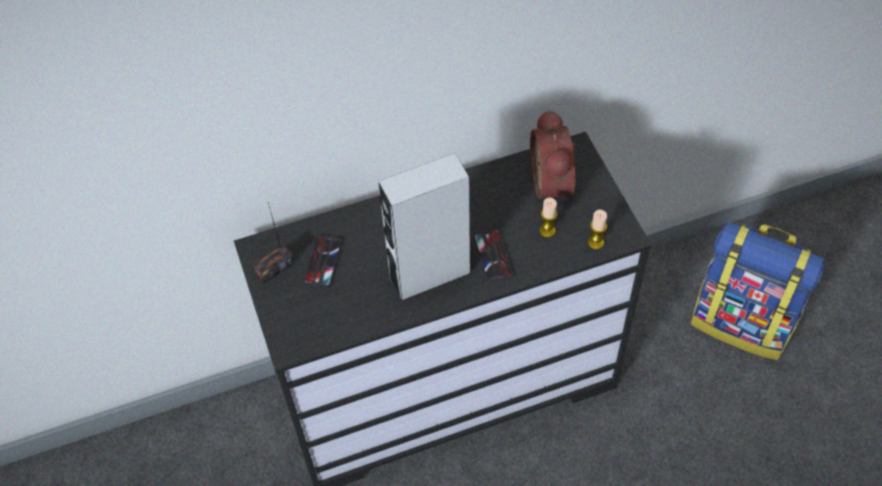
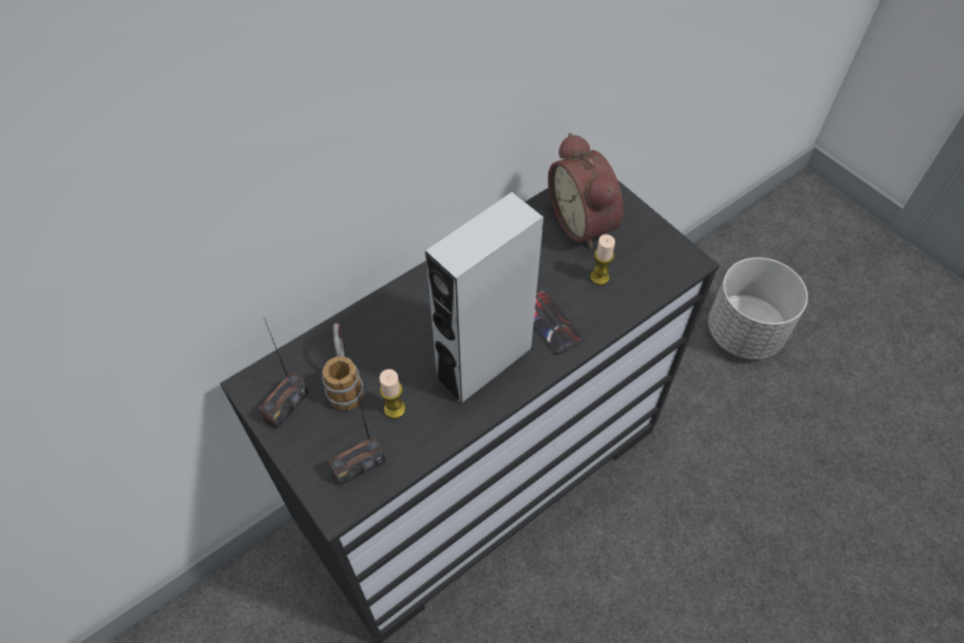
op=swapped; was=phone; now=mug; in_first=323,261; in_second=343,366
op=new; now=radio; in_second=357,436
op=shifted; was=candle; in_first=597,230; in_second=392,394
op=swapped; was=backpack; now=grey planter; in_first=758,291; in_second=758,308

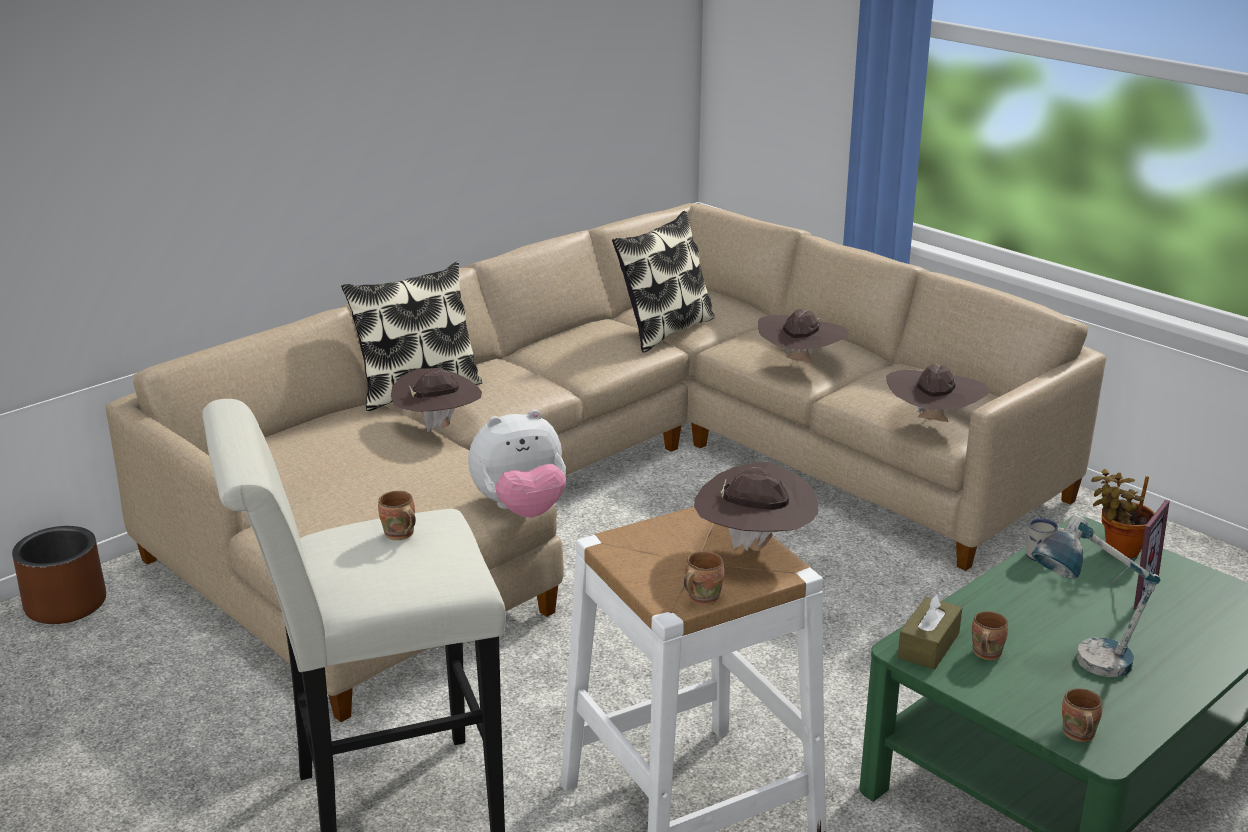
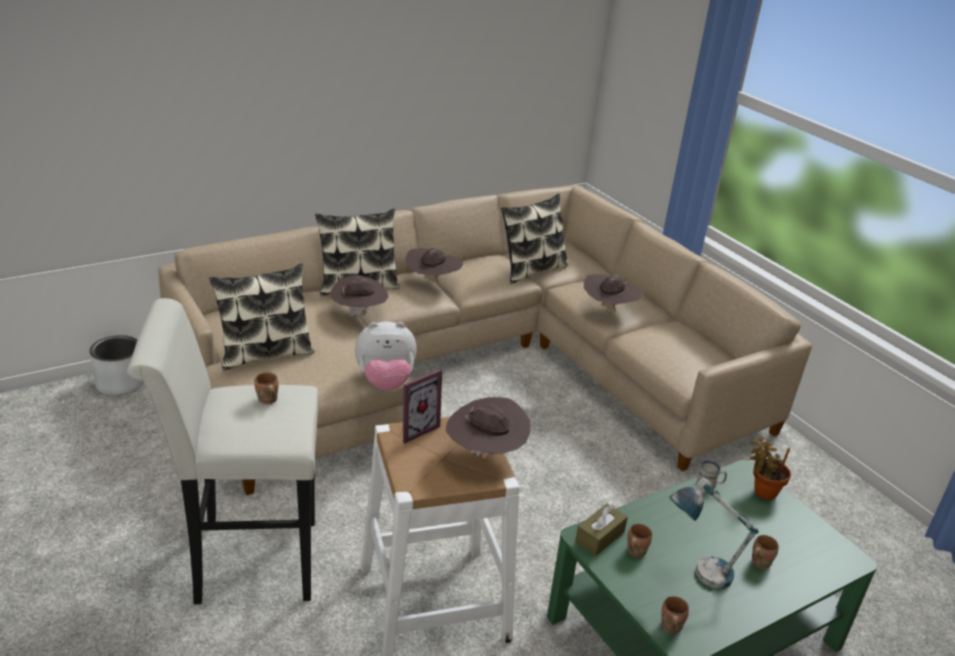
op=repainted; was=brown planter; now=grey planter; in_first=59,575; in_second=117,365
op=new; now=pillow; in_second=261,316
op=shifted; was=picture frame; in_first=1141,555; in_second=422,406
op=shifted; was=brown hat; in_first=938,393; in_second=434,265
op=shifted; was=brown mug; in_first=704,578; in_second=765,552

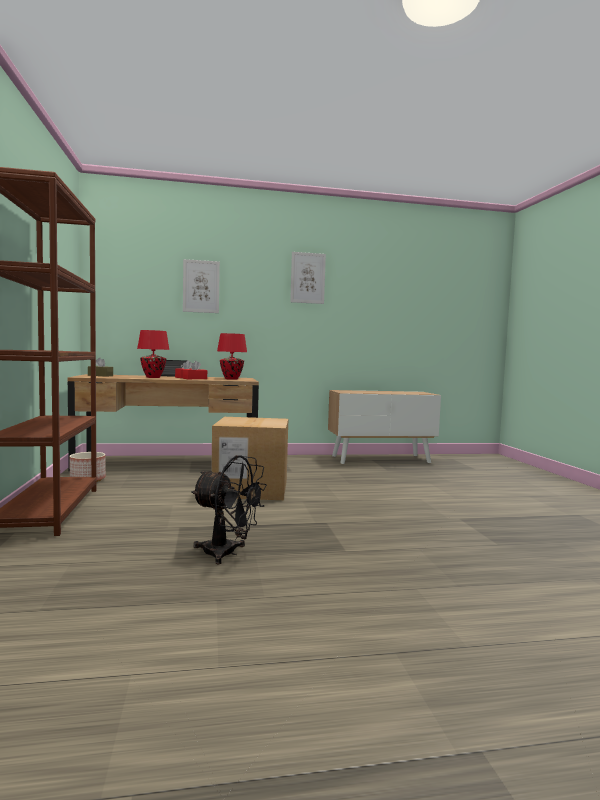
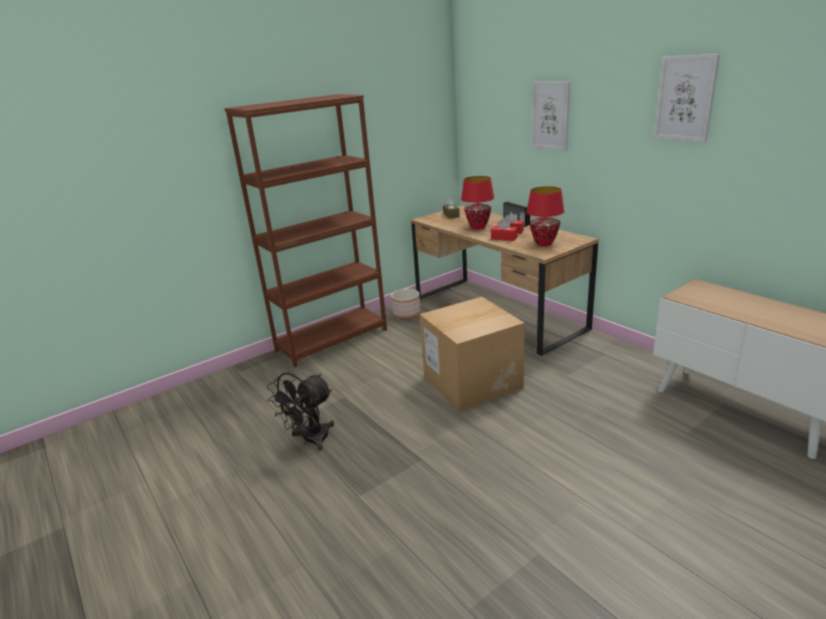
op=rotated; was=black fan; in_first=229,509; in_second=300,411; clockwise=45

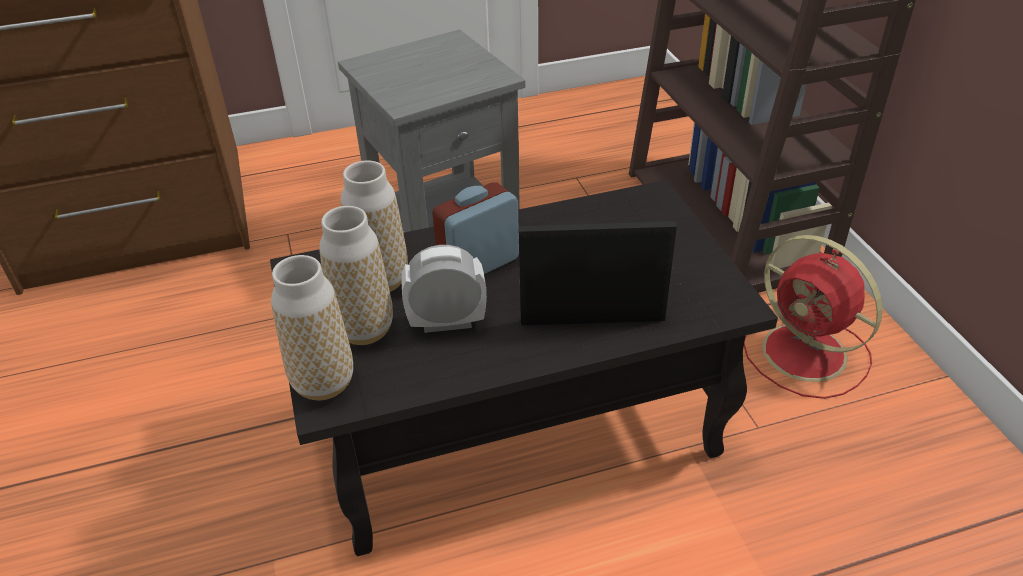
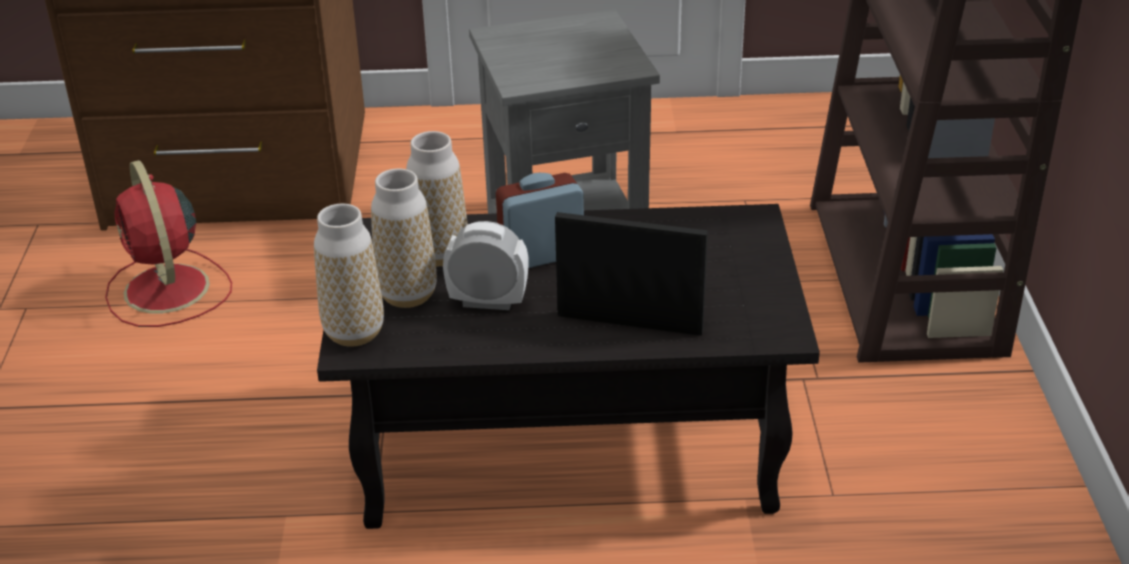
op=shifted; was=red fan; in_first=813,317; in_second=168,243

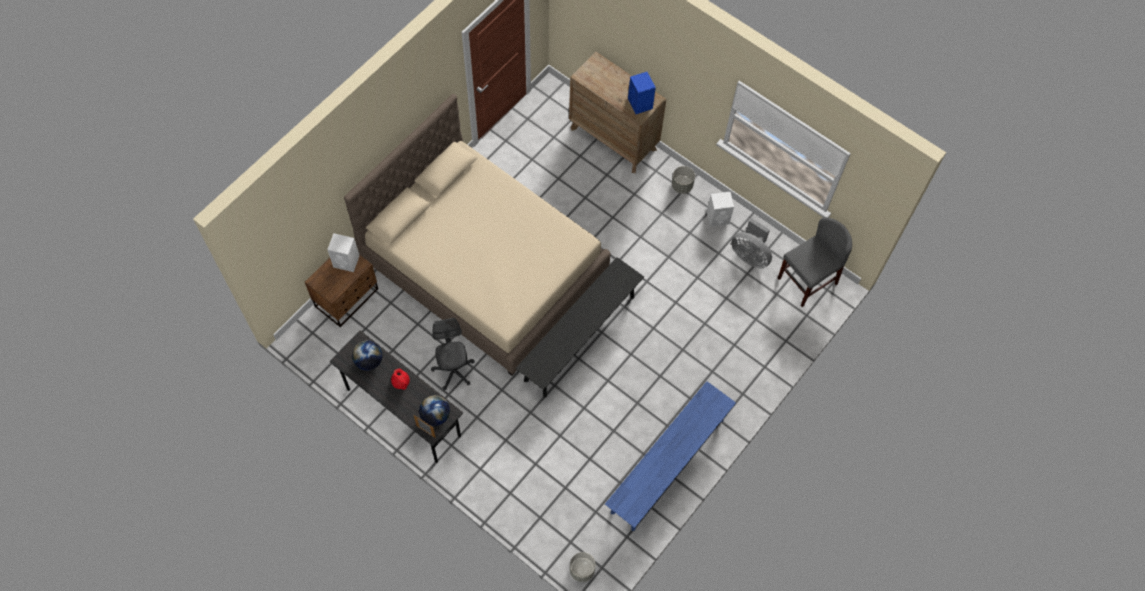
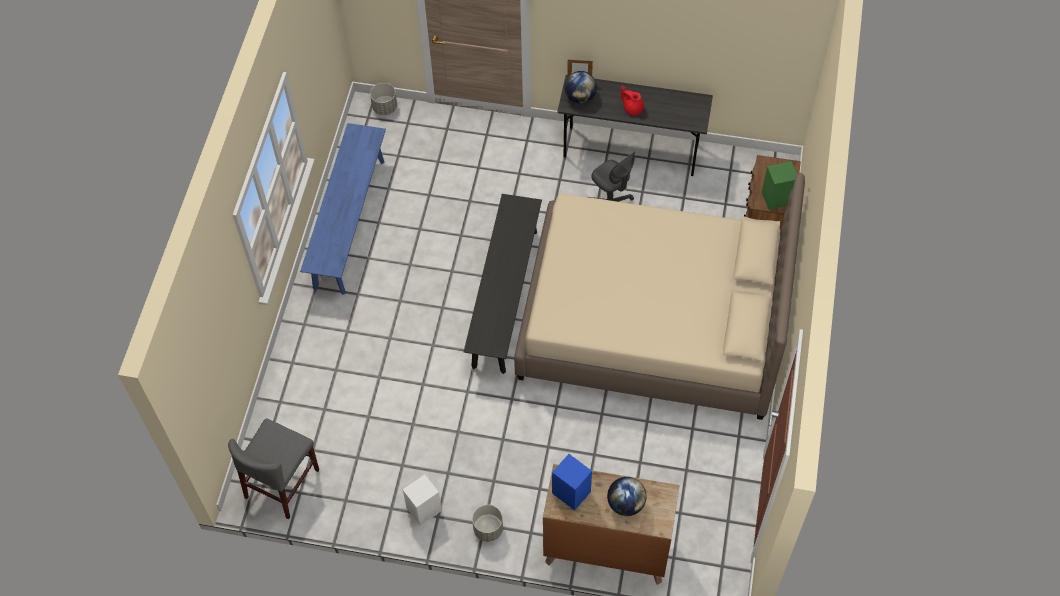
op=shifted; was=globe; in_first=367,355; in_second=627,496
op=repainted; was=white speaker; now=green speaker; in_first=343,252; in_second=779,185
op=gone; was=grey fan; in_first=751,243

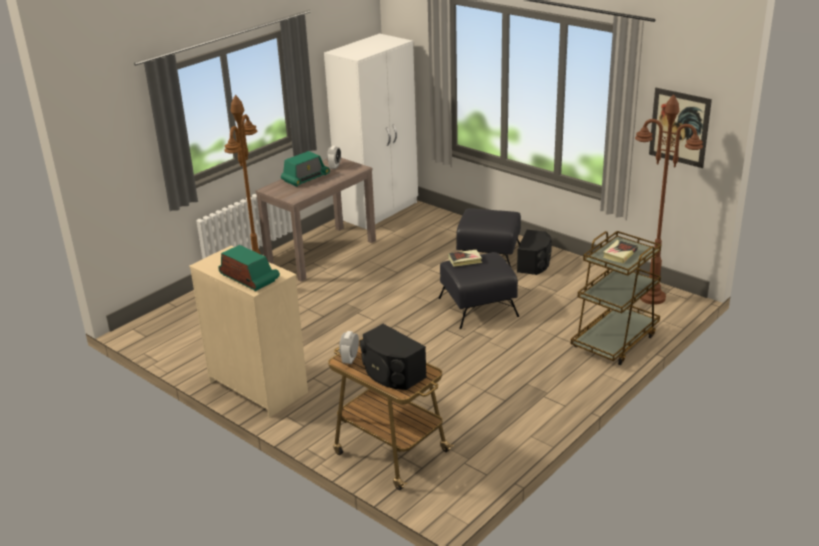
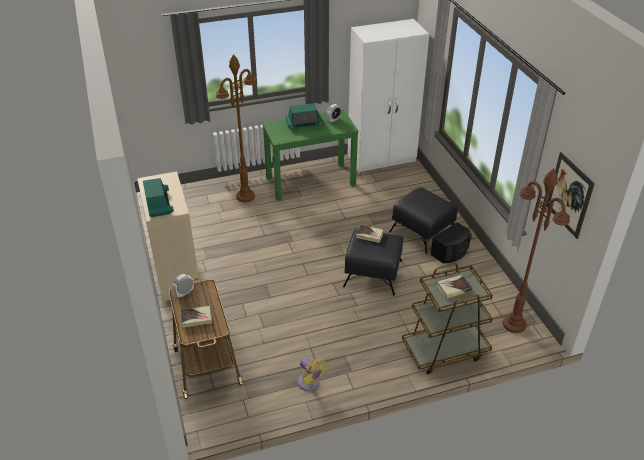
op=swapped; was=black speaker; now=book; in_first=393,357; in_second=196,317
op=repainted; was=brown console table; now=green console table; in_first=315,220; in_second=310,155
op=new; now=yellow fan; in_second=312,374

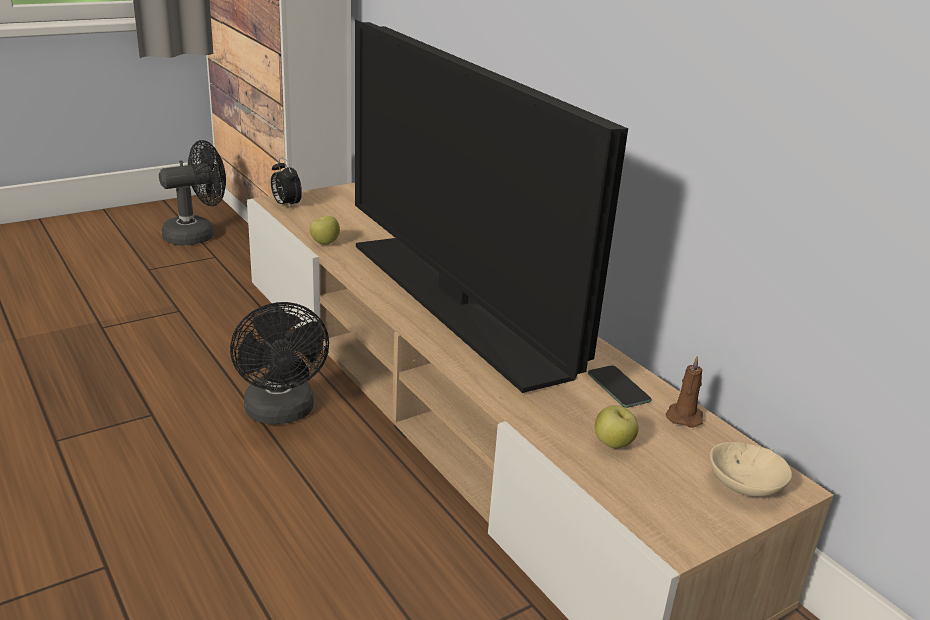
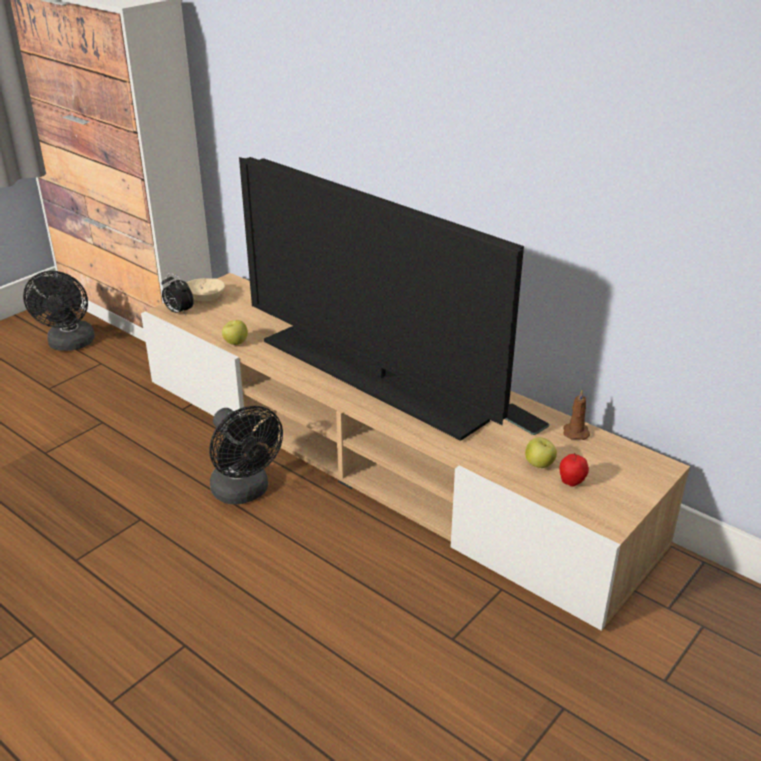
op=rotated; was=black fan; in_first=192,192; in_second=59,311; clockwise=135
op=shifted; was=beige bowl; in_first=751,469; in_second=206,289
op=new; now=apple; in_second=574,470

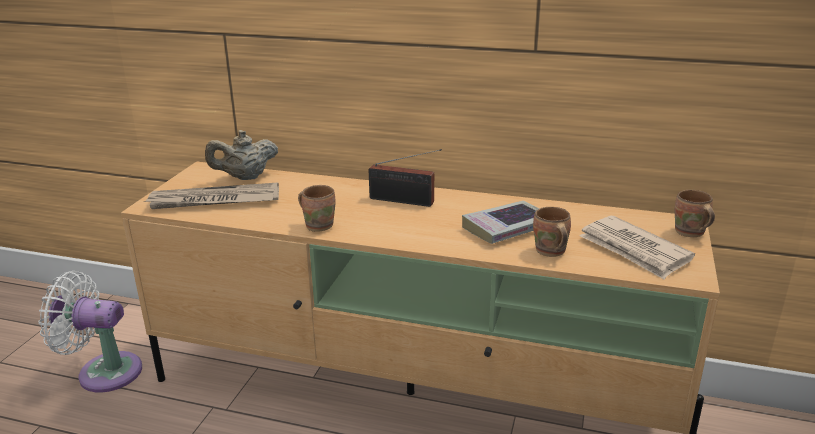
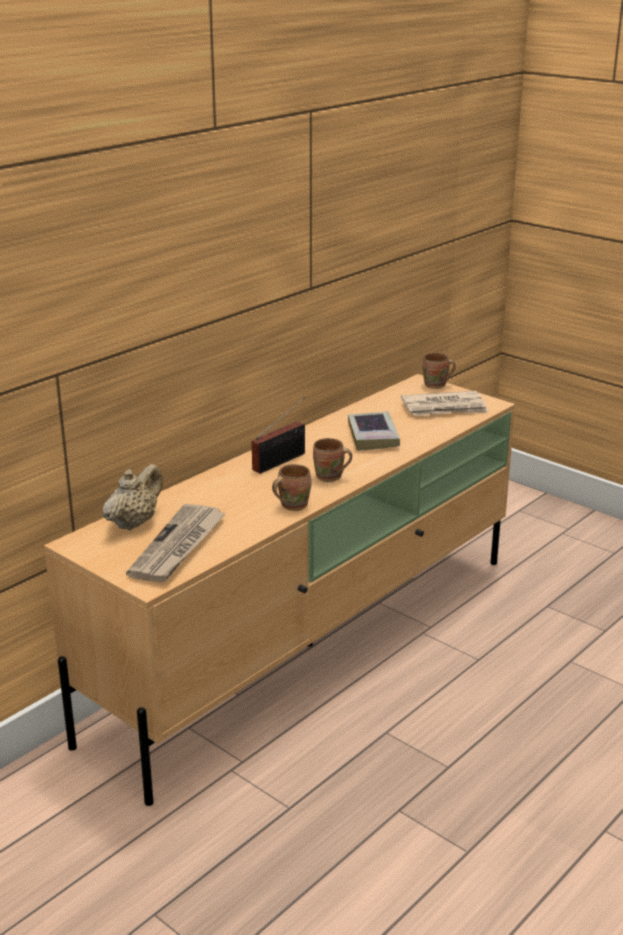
op=rotated; was=beige teapot; in_first=241,155; in_second=133,497; clockwise=-150
op=shifted; was=brown mug; in_first=552,232; in_second=332,460
op=gone; was=white fan; in_first=90,331

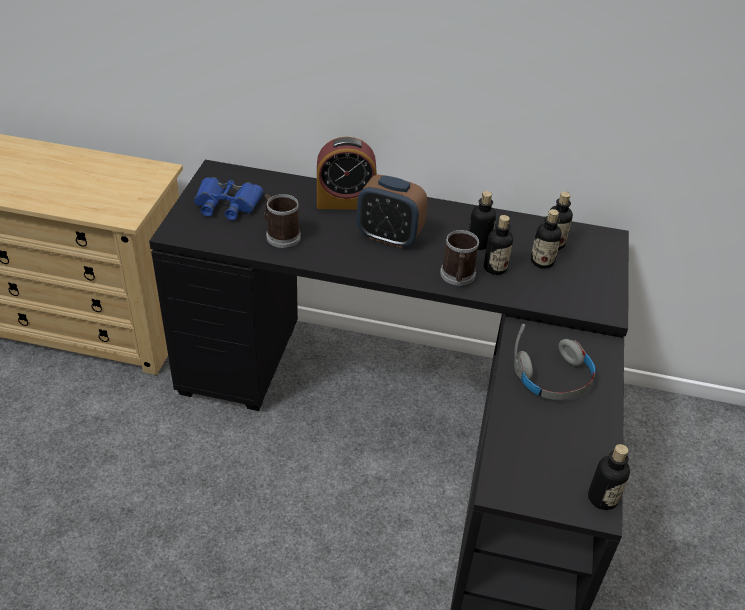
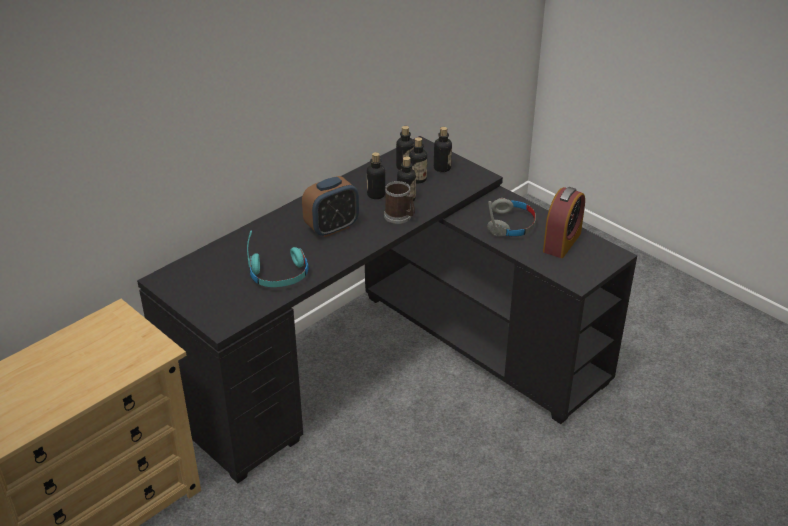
op=swapped; was=mug; now=turquoise headphones; in_first=282,221; in_second=277,258
op=shifted; was=bottle; in_first=609,477; in_second=443,149
op=shifted; was=alarm clock; in_first=347,173; in_second=564,222
op=gone; was=blue binoculars; in_first=229,198

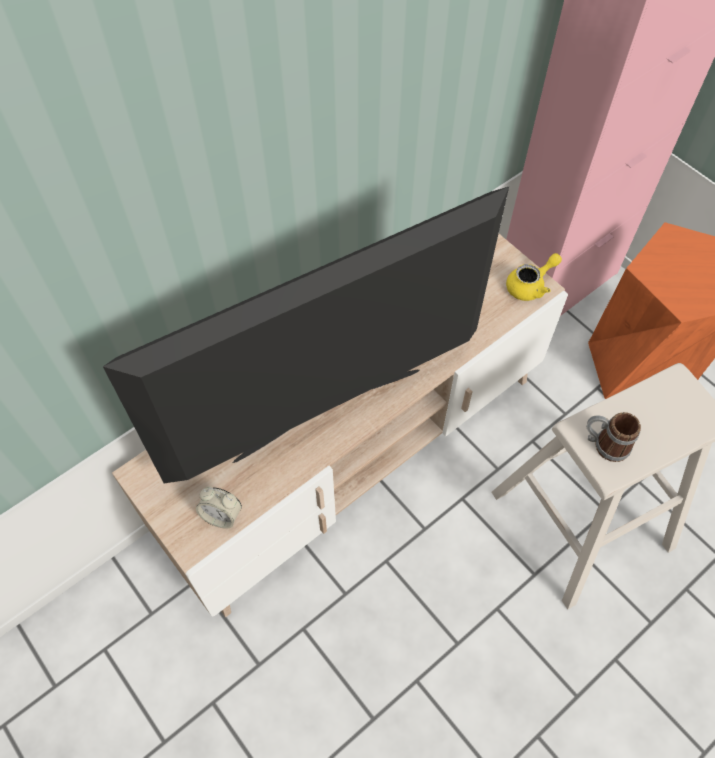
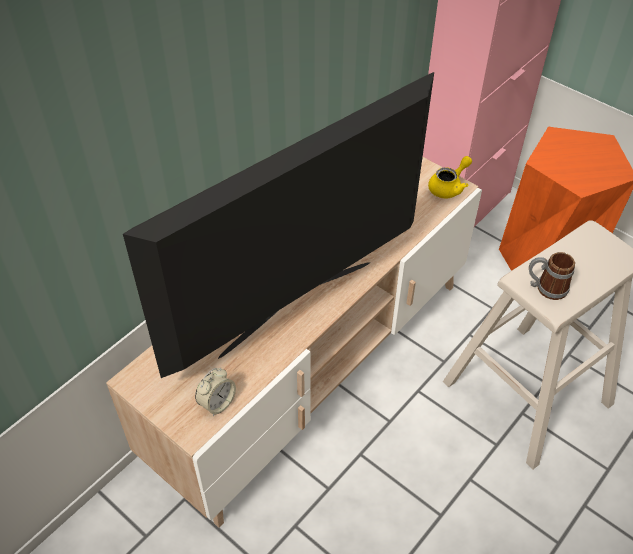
op=rotated; was=alarm clock; in_first=219,508; in_second=215,392; clockwise=-60

